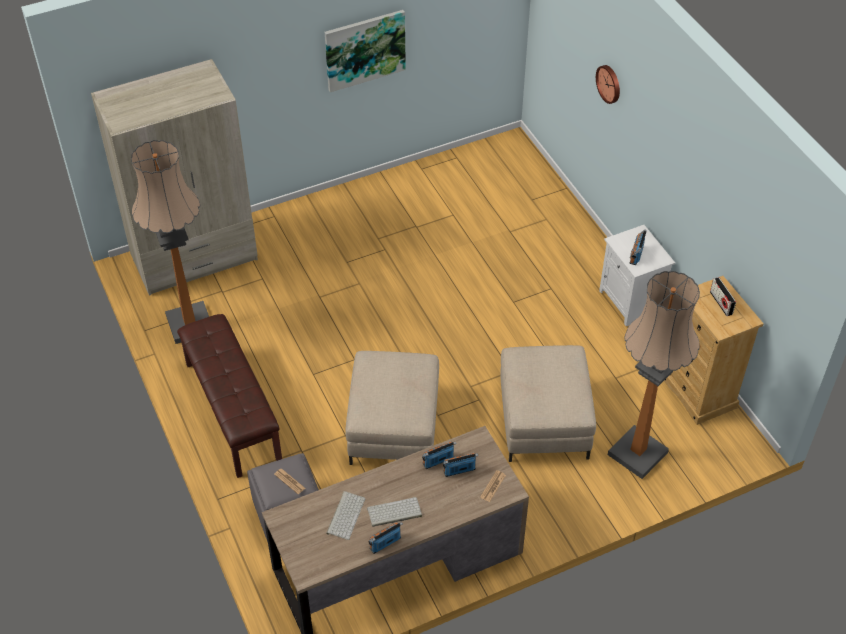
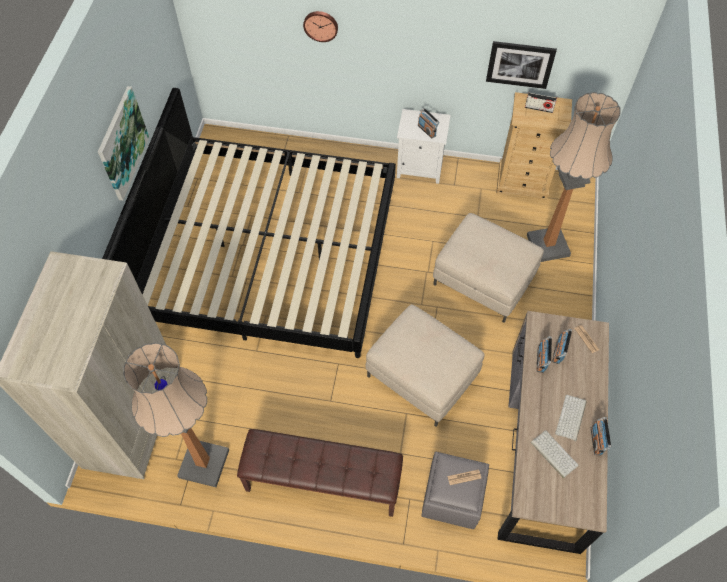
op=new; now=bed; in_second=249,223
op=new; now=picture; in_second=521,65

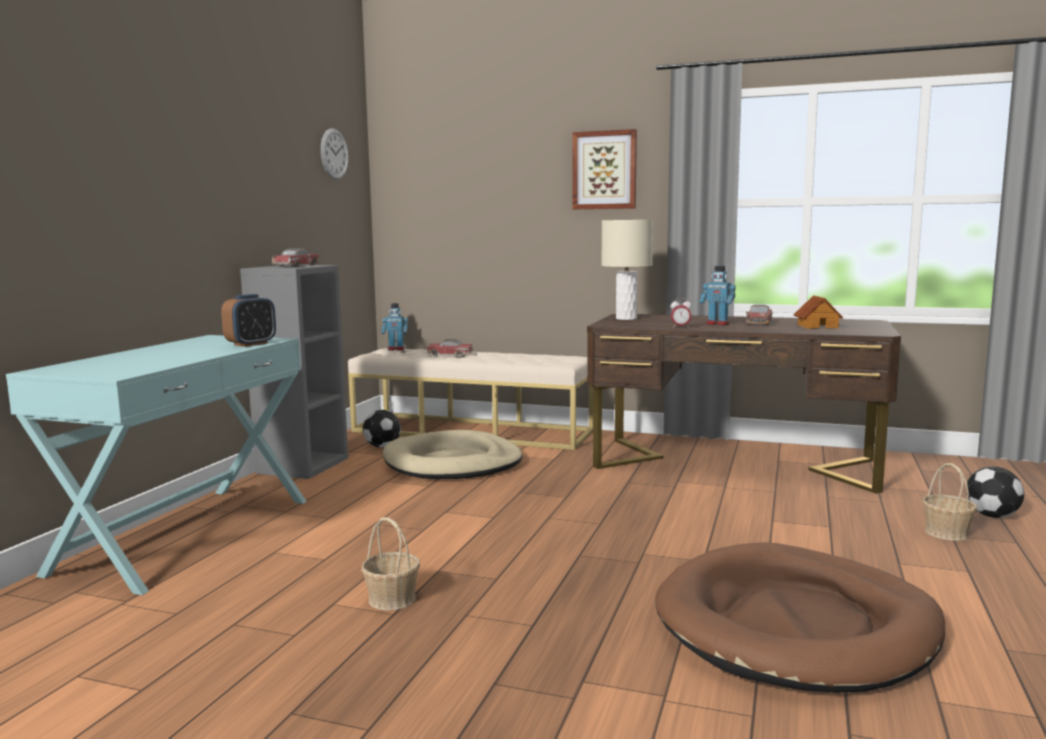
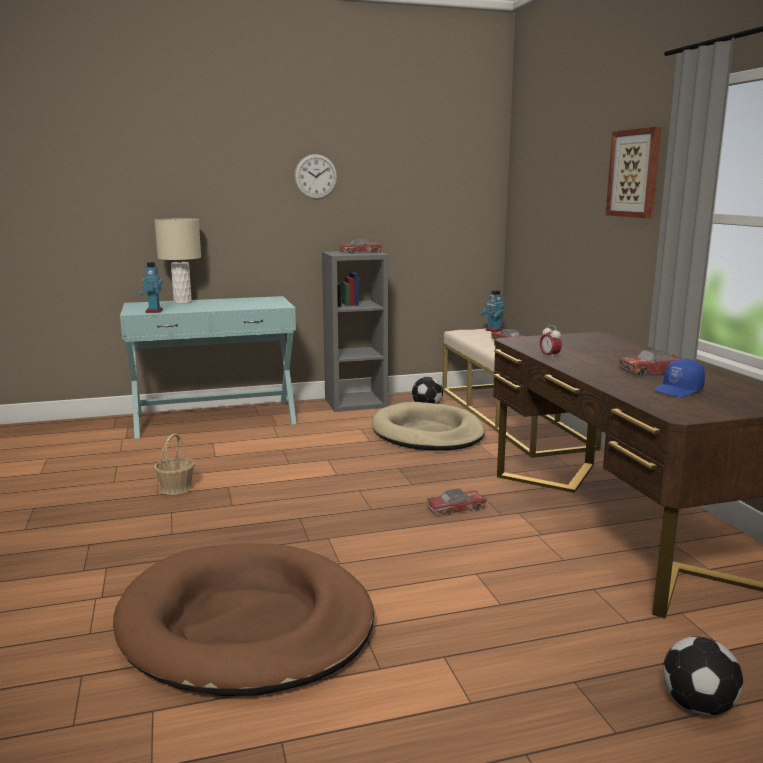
op=shifted; was=toy robot; in_first=718,295; in_second=150,287
op=shifted; was=beige table lamp; in_first=627,270; in_second=177,261
op=shifted; was=wall clock; in_first=334,154; in_second=316,176
op=new; now=toy car; in_second=456,501
op=swapped; was=toy house; now=blue cap; in_first=818,312; in_second=679,377
op=gone; was=alarm clock; in_first=248,320
op=gone; was=basket; in_first=949,502

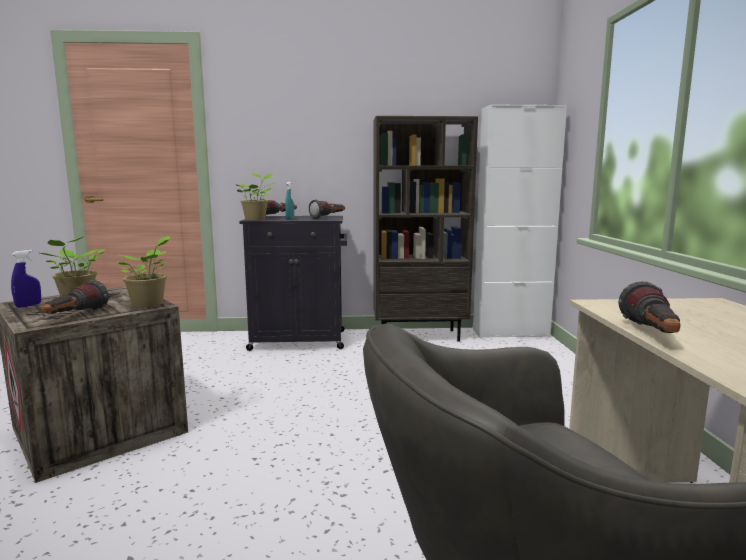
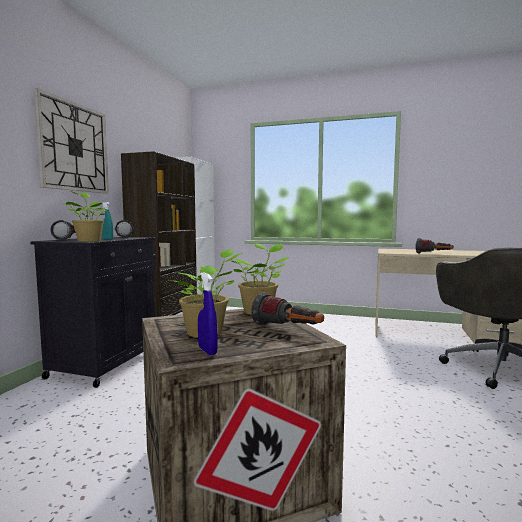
op=new; now=wall clock; in_second=71,141

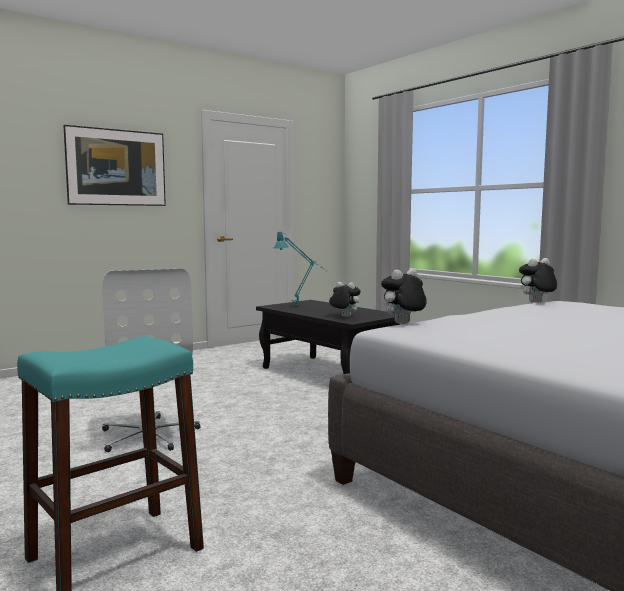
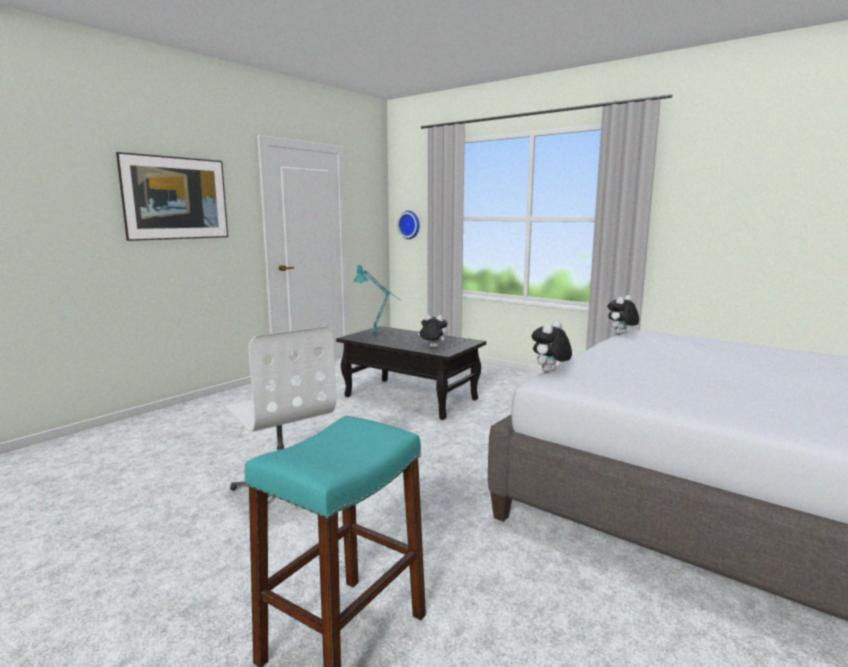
op=new; now=wall clock; in_second=408,225

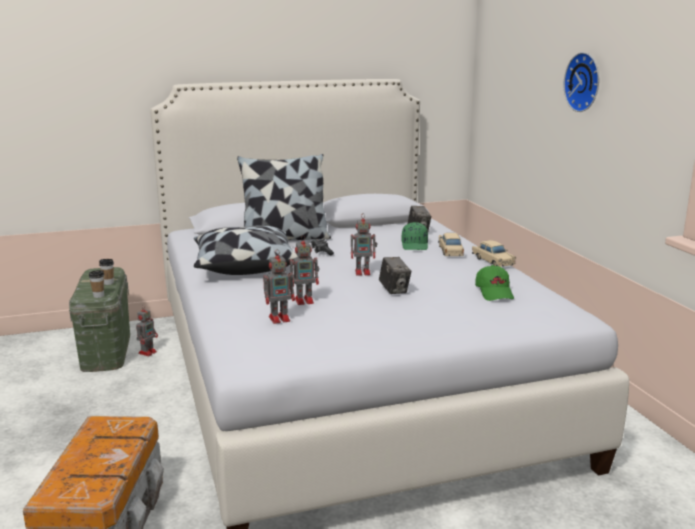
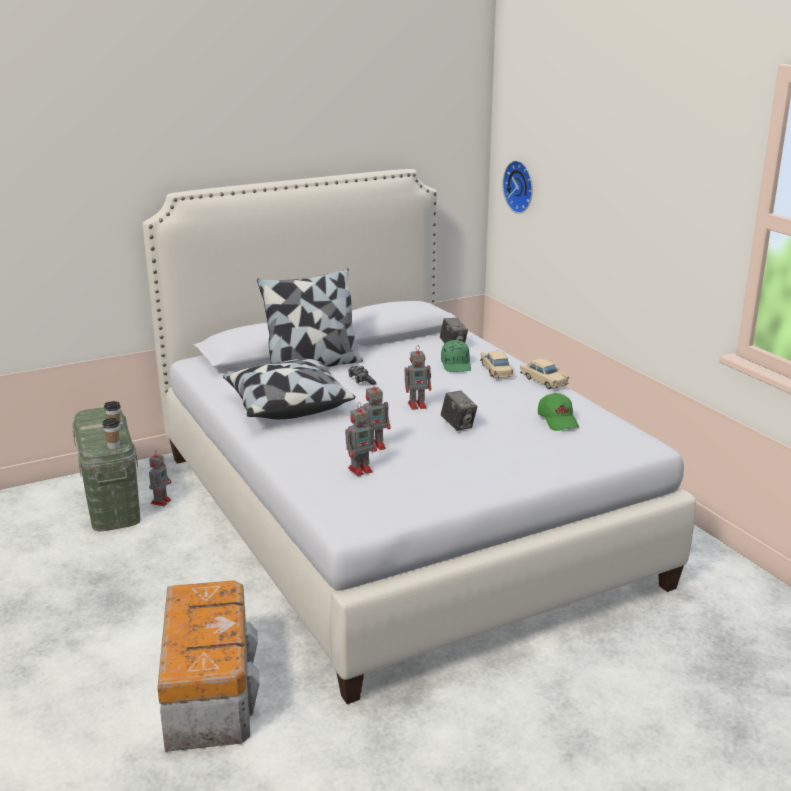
op=shifted; was=wall clock; in_first=581,82; in_second=517,187

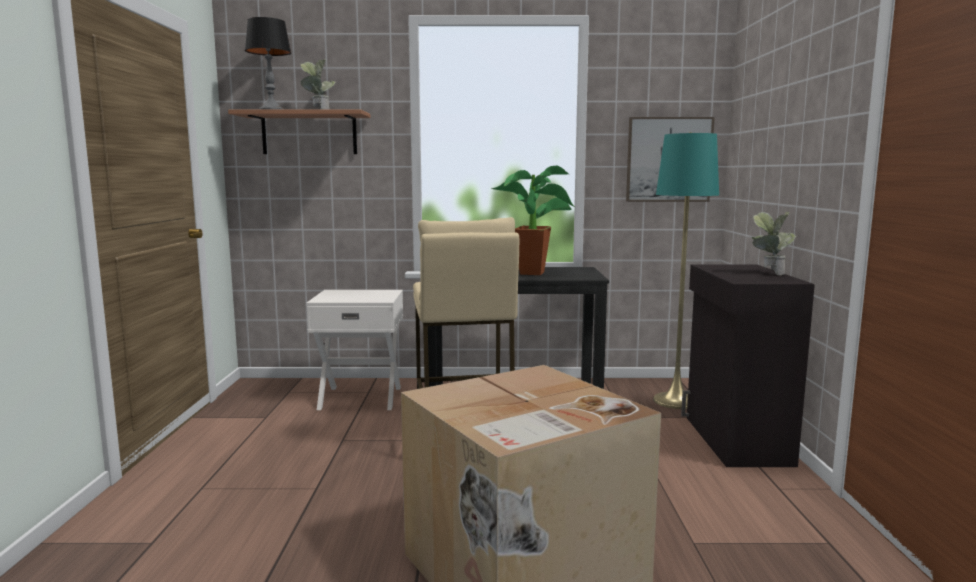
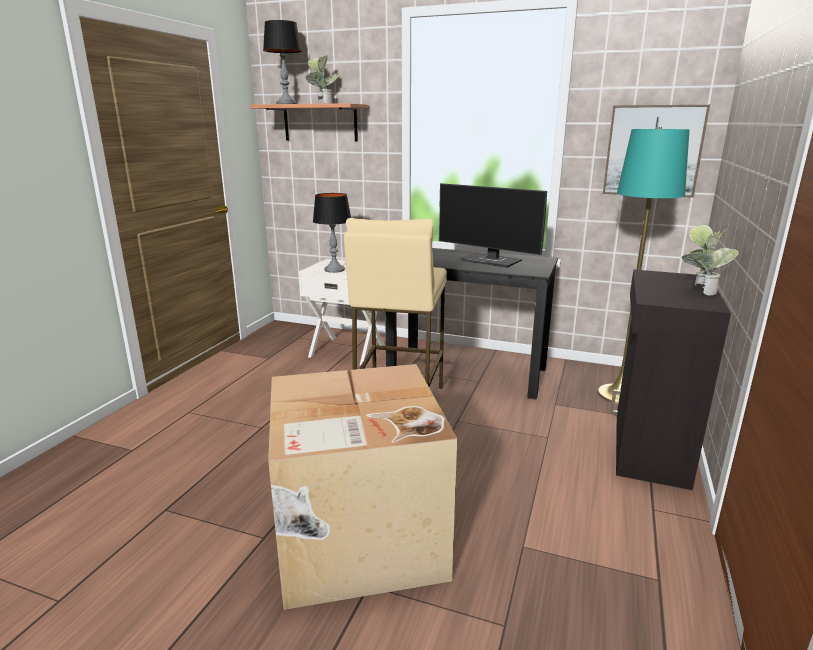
op=new; now=table lamp; in_second=332,233
op=swapped; was=potted plant; now=monitor; in_first=533,220; in_second=493,225

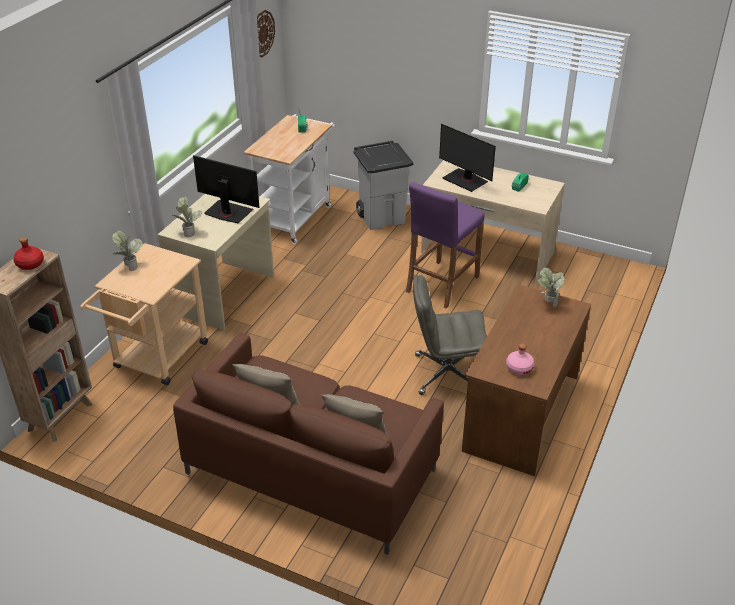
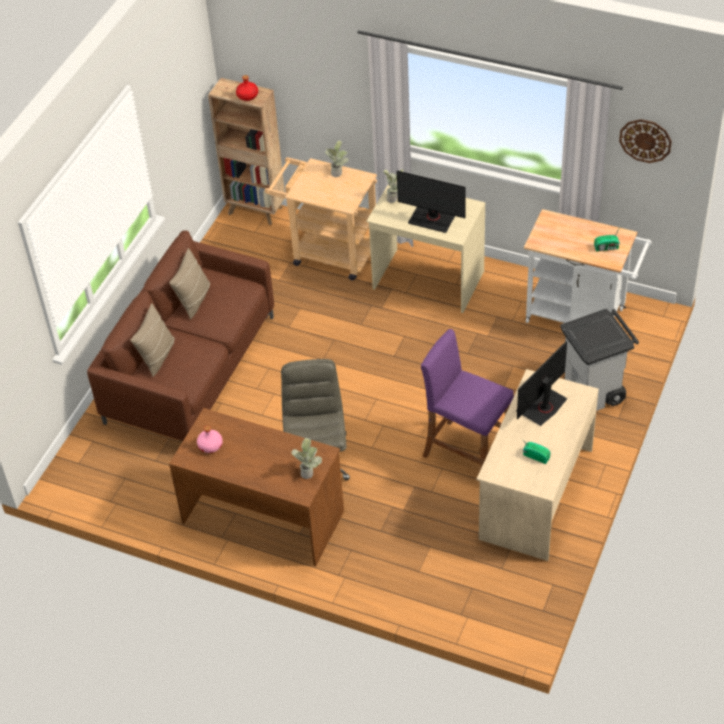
op=rotated; was=monitor; in_first=226,189; in_second=431,202; clockwise=90

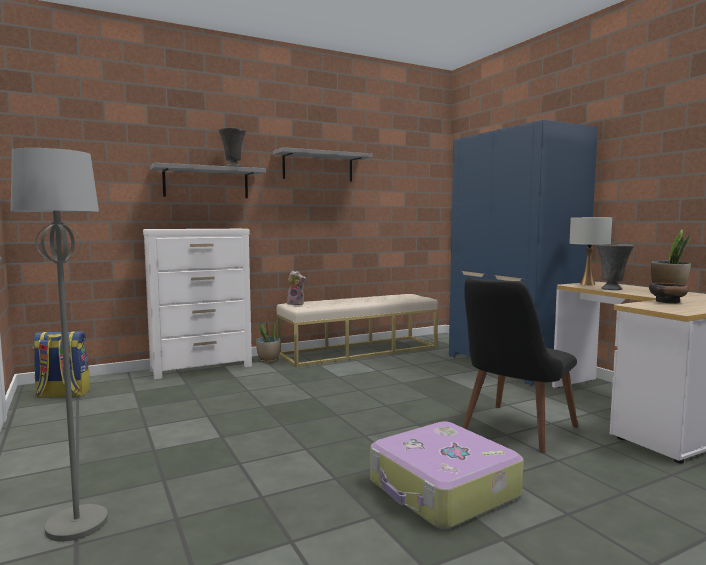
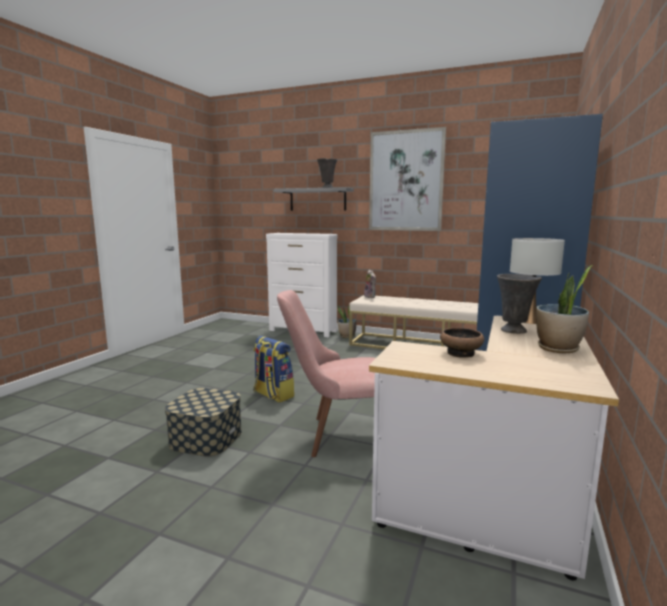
op=swapped; was=suitcase; now=storage box; in_first=446,475; in_second=203,422
op=shifted; was=backpack; in_first=61,364; in_second=273,369
op=repainted; was=black chair; now=pink chair; in_first=520,365; in_second=326,373
op=swapped; was=grey shelf; now=picture; in_first=323,164; in_second=407,179
op=gone; was=grey floor lamp; in_first=59,344

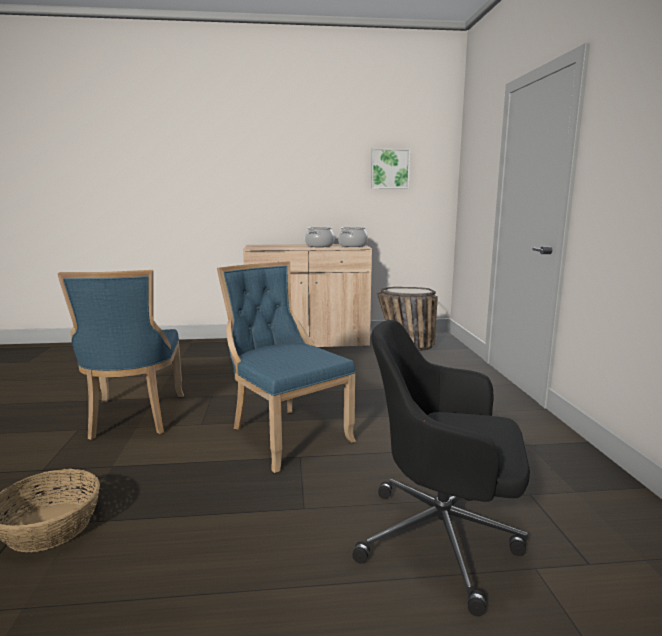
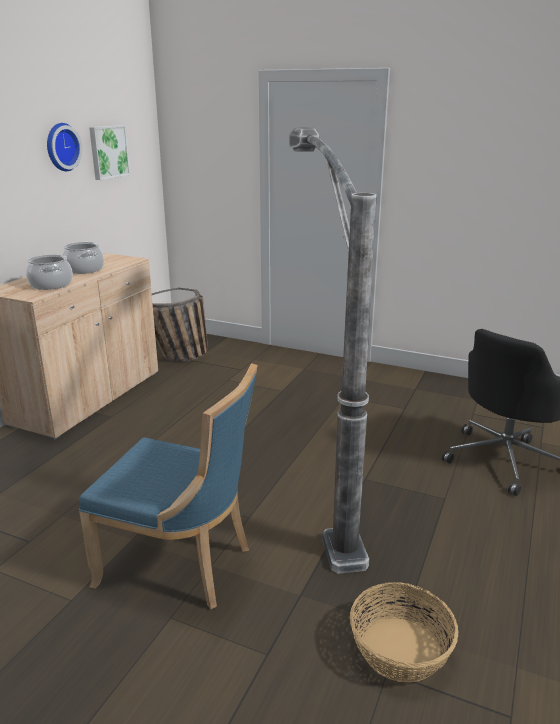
op=shifted; was=cooking pot; in_first=353,237; in_second=49,272
op=new; now=wall clock; in_second=64,147
op=swapped; was=blue chair; now=floor lamp; in_first=286,367; in_second=333,350

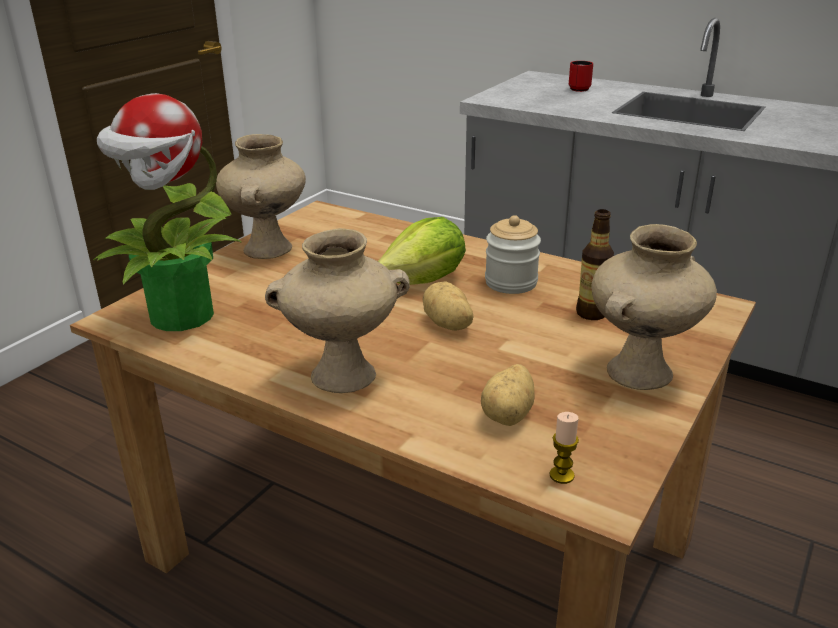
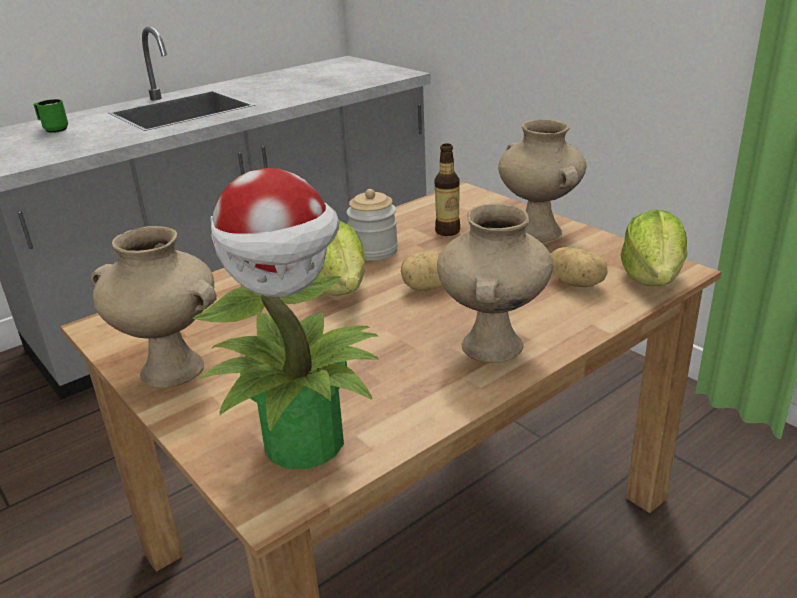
op=repainted; was=red mug; now=green mug; in_first=581,76; in_second=51,116
op=swapped; was=candle; now=lettuce; in_first=564,448; in_second=654,247

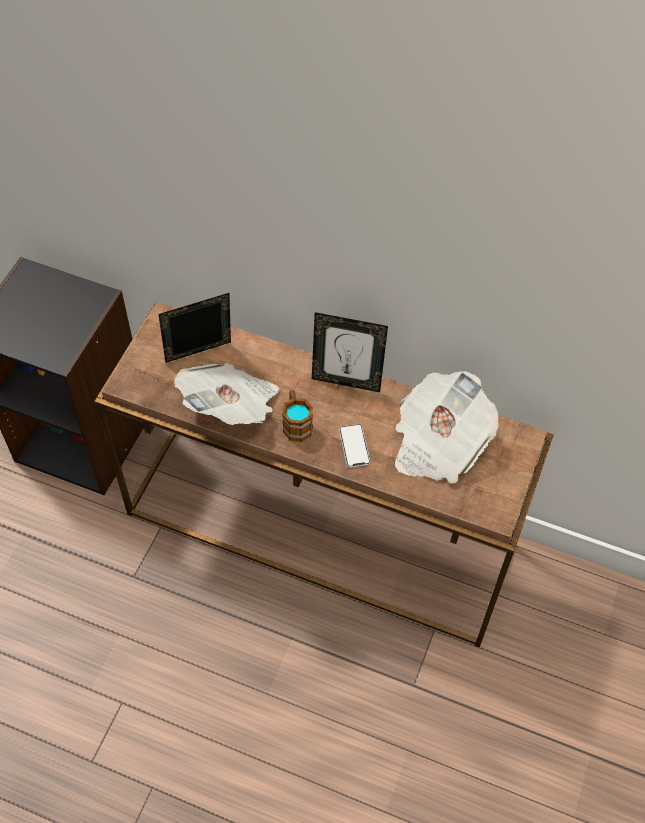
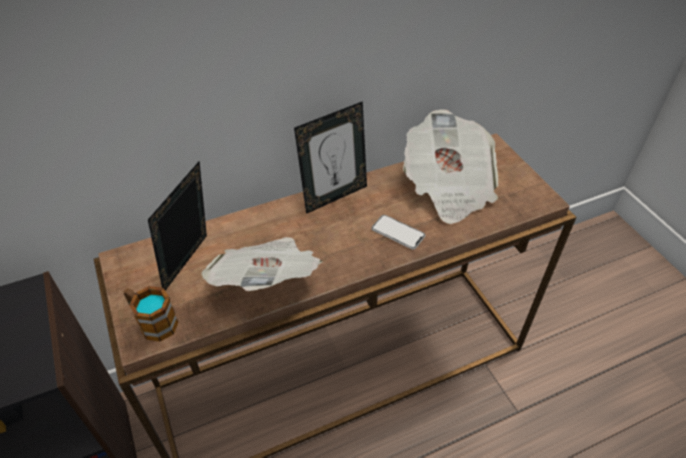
op=shifted; was=mug; in_first=297,416; in_second=151,314

